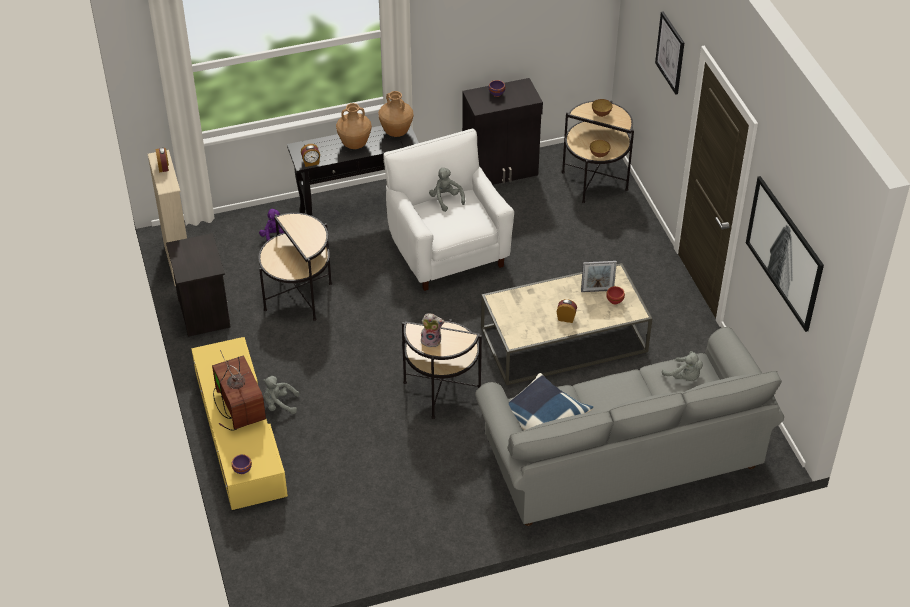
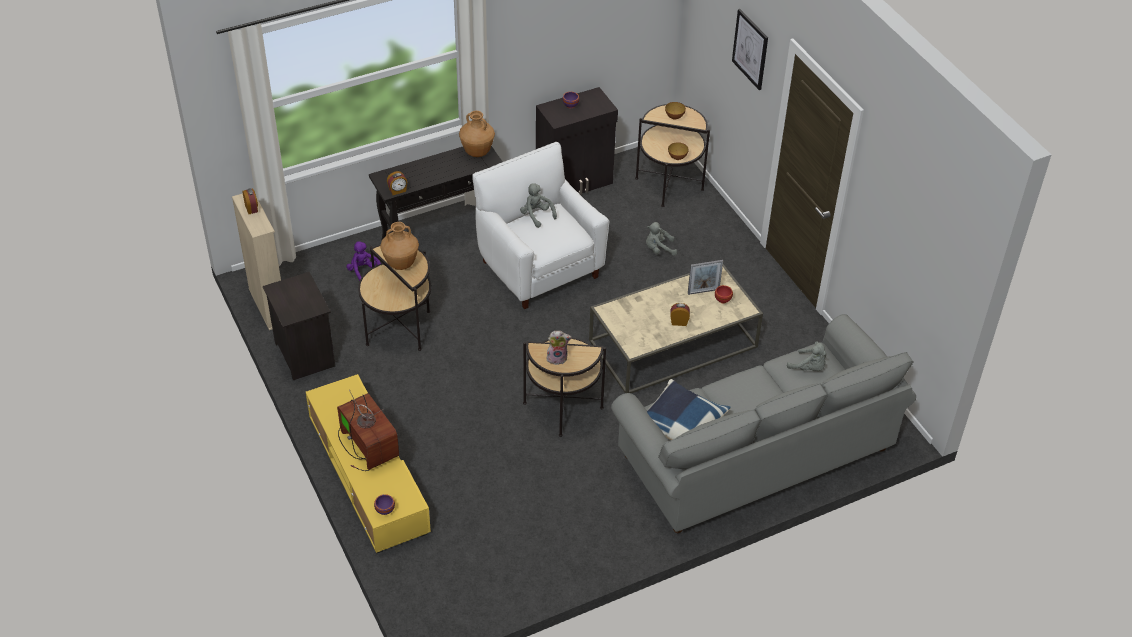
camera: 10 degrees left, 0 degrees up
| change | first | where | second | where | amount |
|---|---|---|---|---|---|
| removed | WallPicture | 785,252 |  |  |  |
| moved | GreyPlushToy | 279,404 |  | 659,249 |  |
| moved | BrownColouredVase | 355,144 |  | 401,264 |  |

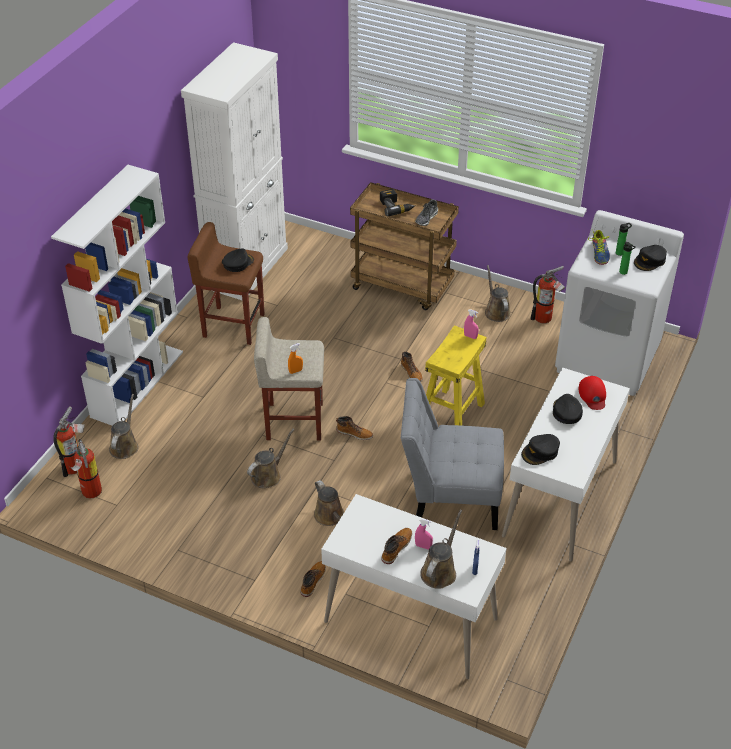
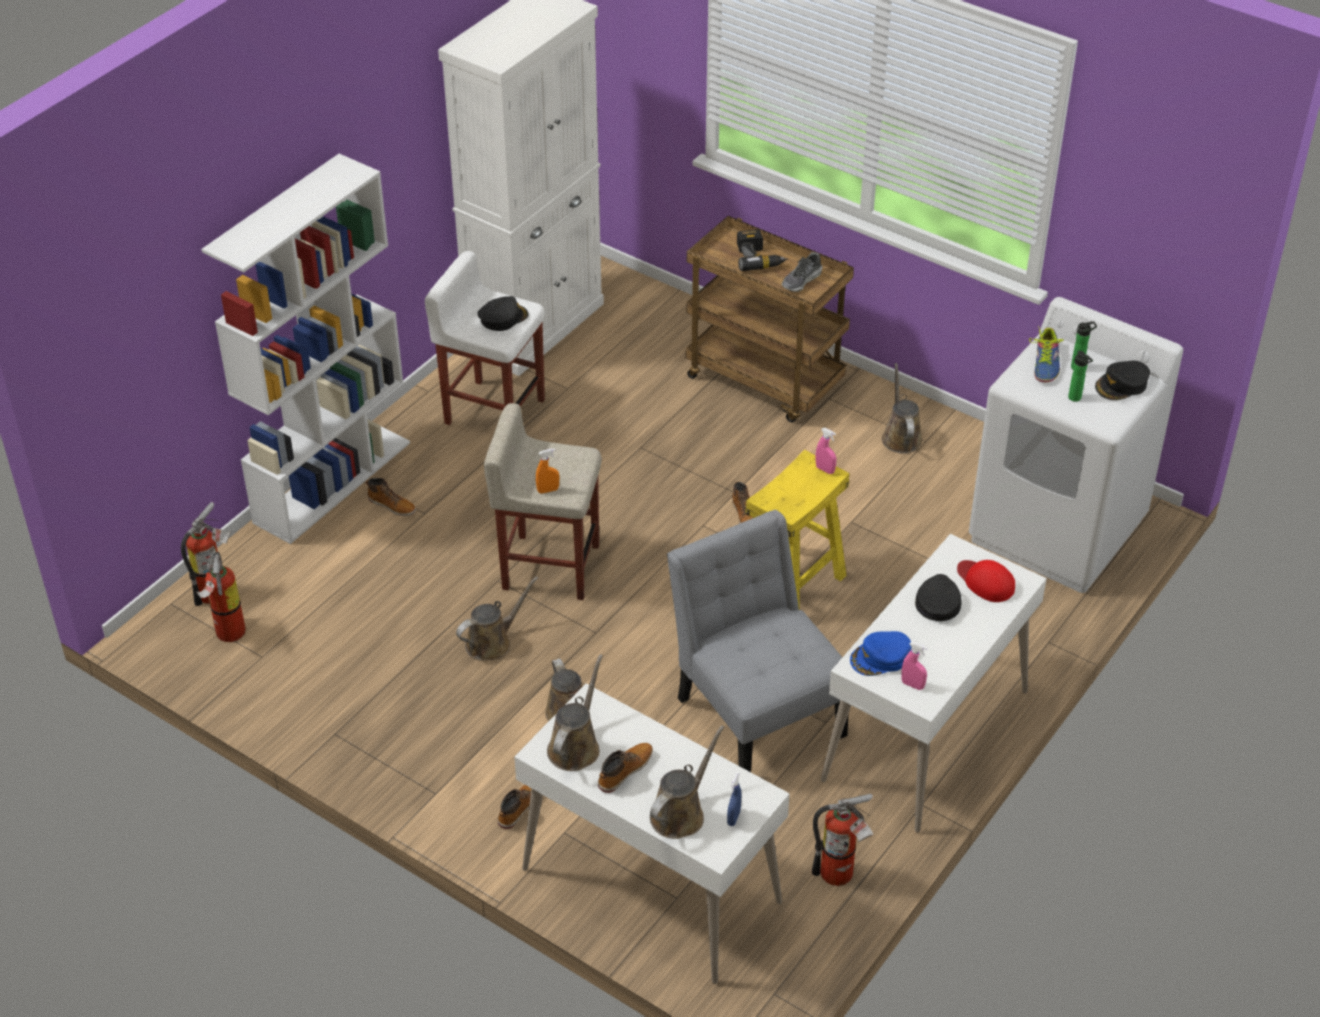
camera: 10 degrees right, 0 degrees up
| change | first | where | second | where | amount |
|---|---|---|---|---|---|
| moved | BrownColouredSprinklingCan | 125,445 |  | 575,746 |  |
| moved | TallBoot | 354,433 |  | 392,505 |  |
| moved | PinkHandSprayer | 423,546 |  | 912,685 |  |
| moved | FireFightingCylinder | 545,318 |  | 841,875 |  |
| recoloured | BrownColouredStoolSeat | 232,325 | WhitishStoolSeat | 493,411 |  |
| recoloured | BlackishBaseballCap | 540,452 | BluishBaseballCap | 880,658 |  |
| turned | GreyChair | 449,496 |  | 757,709 | 45 degrees clockwise |
| turned | RedBaseballCap | 592,395 |  | 985,582 | 135 degrees clockwise |

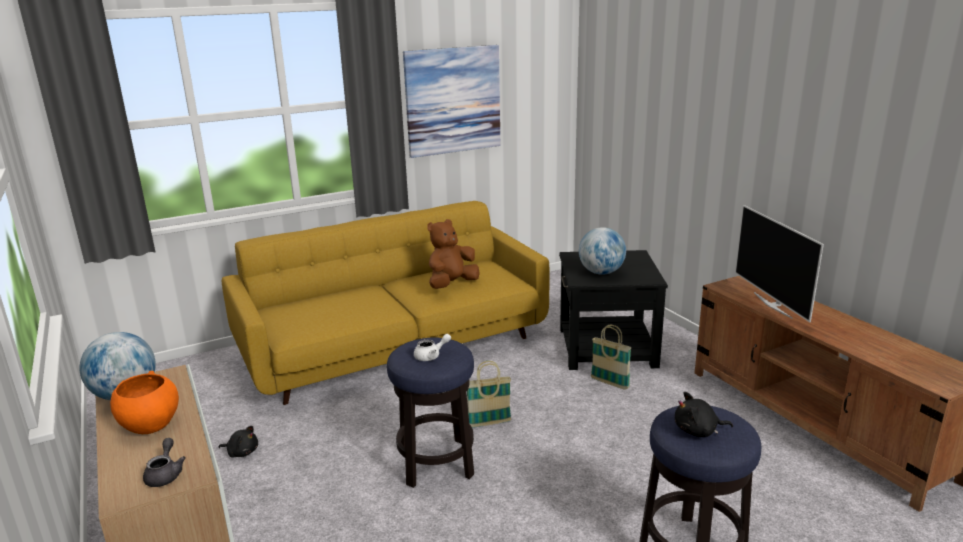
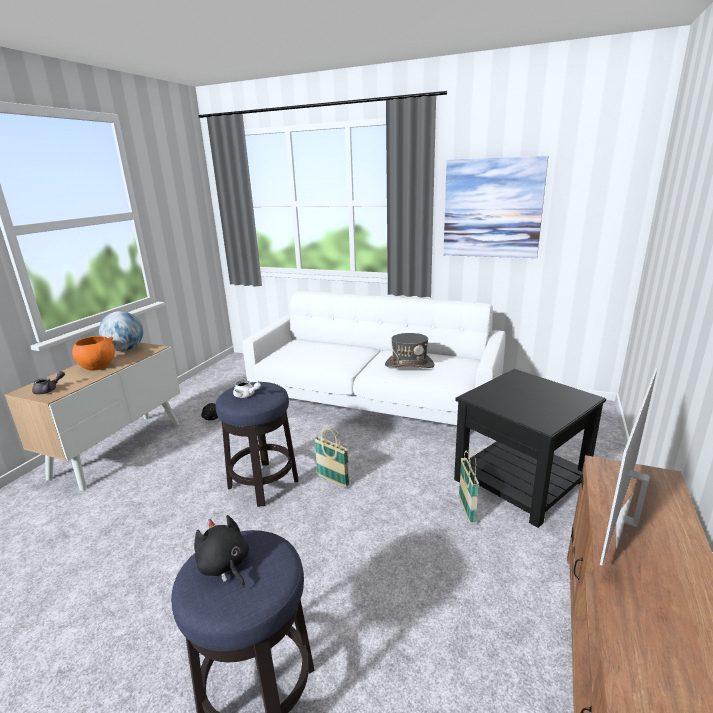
camera: 50 degrees right, 0 degrees up
| change | first | where | second | where | amount |
|---|---|---|---|---|---|
| removed | Globe | 601,272 |  |  |  |
| replaced | BrownColouredPlushToy | 451,284 | GreyWearableHat | 409,365 |  |
| recoloured | YellowSettee | 396,347 | WhitishSettee | 374,400 |  |

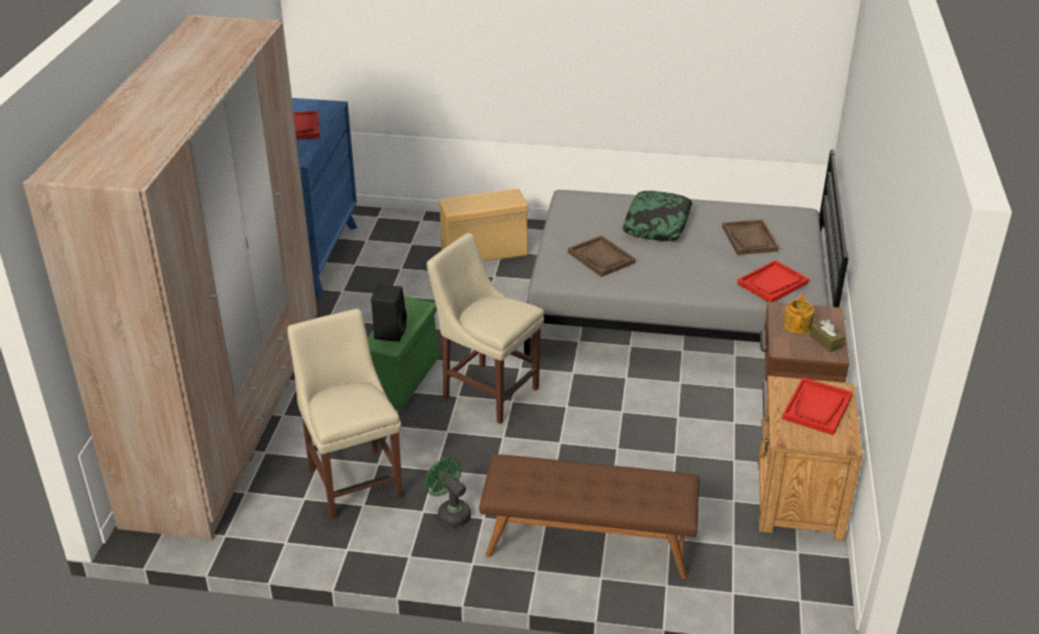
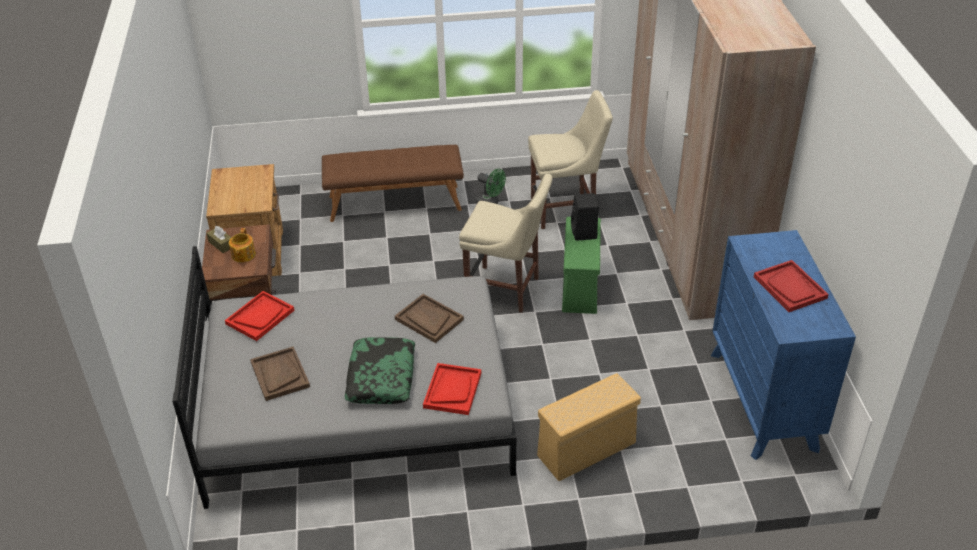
camera: 165 degrees right, 5 degrees up
| change | first | where | second | where | amount |
|---|---|---|---|---|---|
| moved | RedCarryingTray | 817,408 |  | 452,390 |  |
| turned | SandColouredChair | 353,479 |  | 566,210 | 60 degrees counterclockwise |

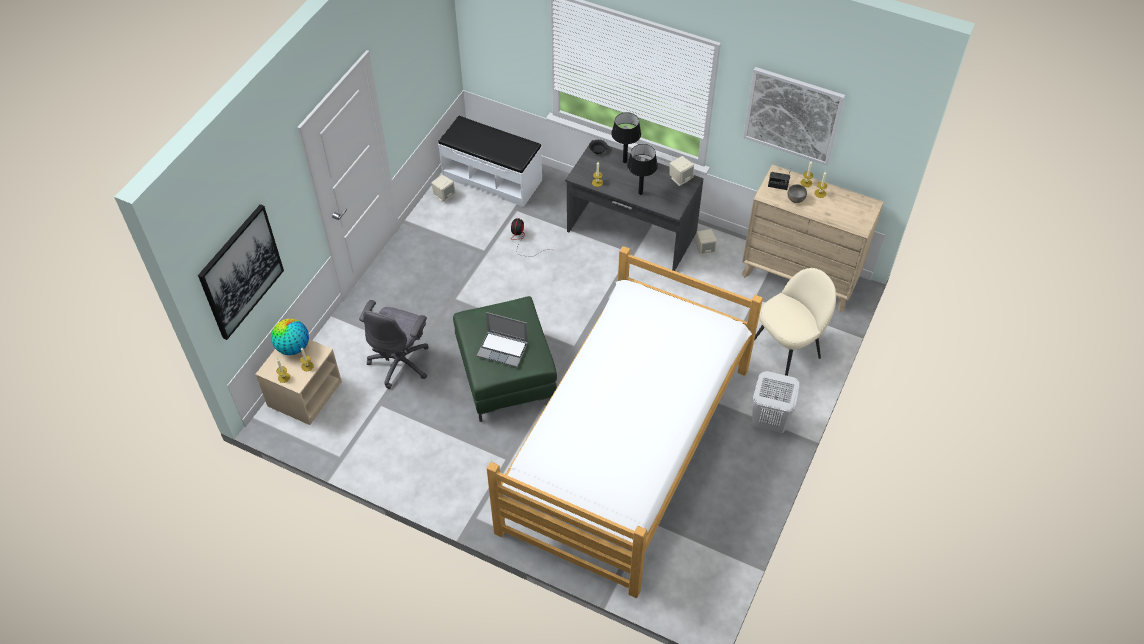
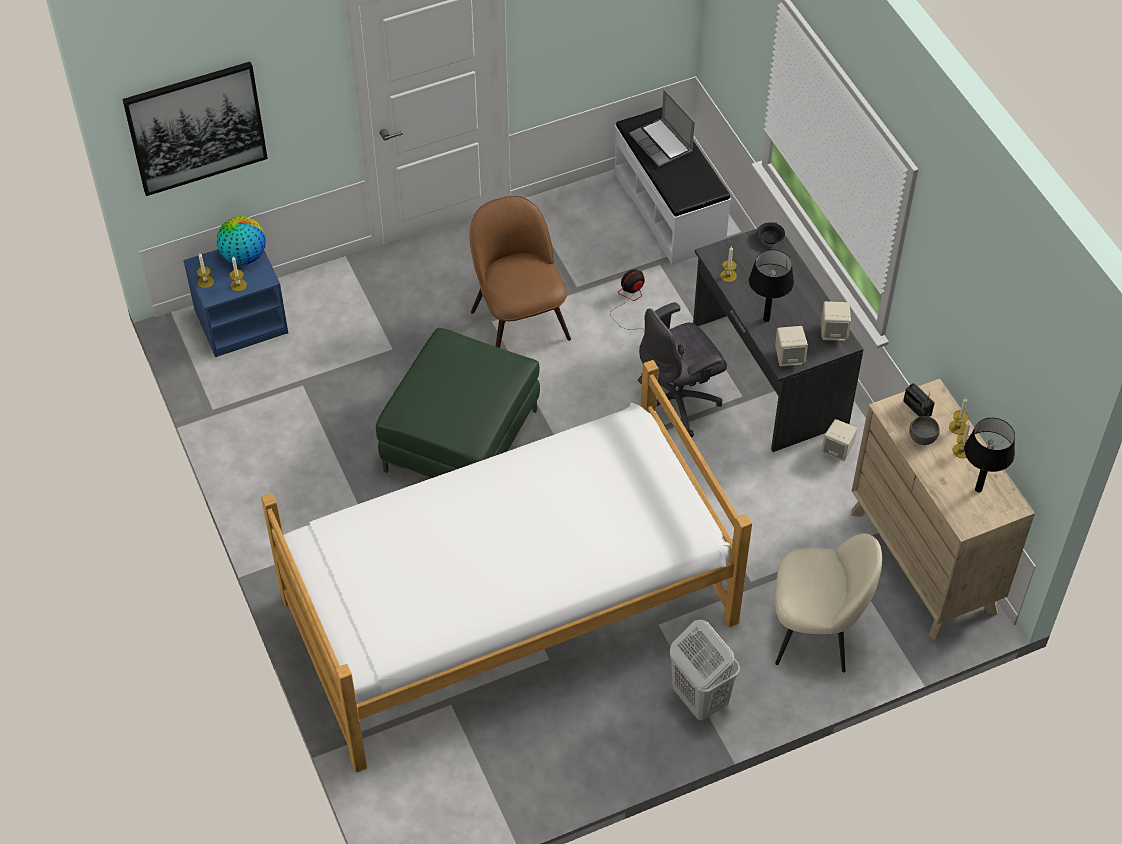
camera: 40 degrees right, 0 degrees up
| change | first | where | second | where | amount |
|---|---|---|---|---|---|
| removed | WallPicture | 792,115 |  |  |  |
| added |  |  | BrownColouredChair | 519,321 |  |
| moved | GreyOfficeChair | 401,362 |  | 677,403 |  |
| moved | SandColouredAudioSpeaker | 444,195 |  | 789,357 |  |
| moved | PortableComputer | 503,349 |  | 662,144 |  |
| moved | BlackishTableLamp | 624,161 |  | 978,489 |  |
| recoloured | SandColouredBedsideTable | 304,393 | BluishBedsideTable | 241,321 |  |

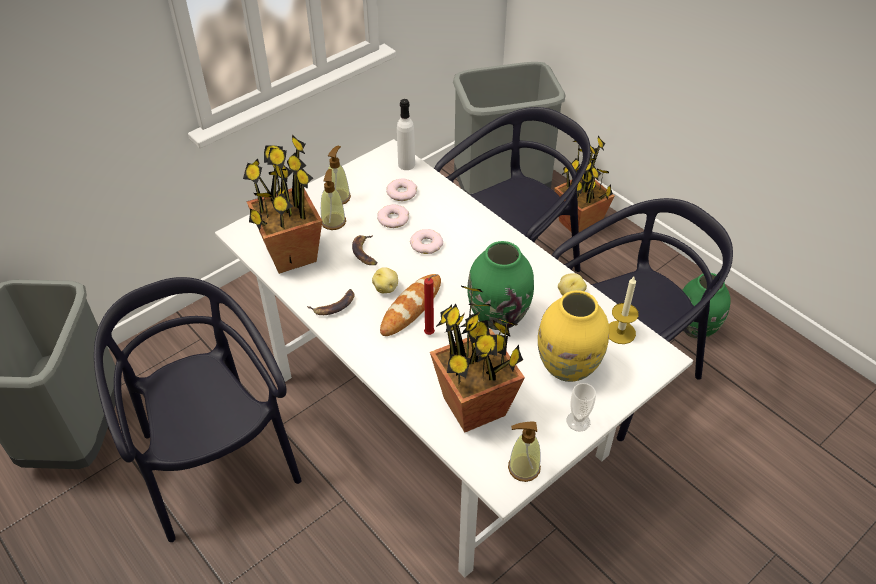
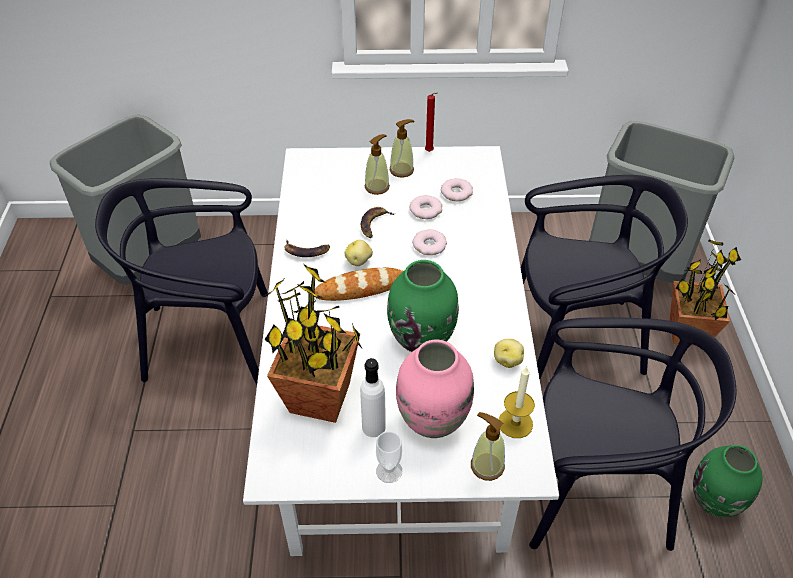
camera: 40 degrees right, 0 degrees up
| change | first | where | second | where | amount |
|---|---|---|---|---|---|
| removed | PottedPlant | 290,255 |  |  |  |
| moved | WhitishBottle | 406,164 |  | 373,427 |  |
| moved | RedCandle | 431,333 |  | 430,152 |  |
| moved | SoapDispenser | 523,468 |  | 487,466 |  |
| recoloured | YellowVase | 568,367 | PinkVase | 433,421 |  |
| turned | BlackishChair | 216,463 |  | 210,340 | 105 degrees counterclockwise |

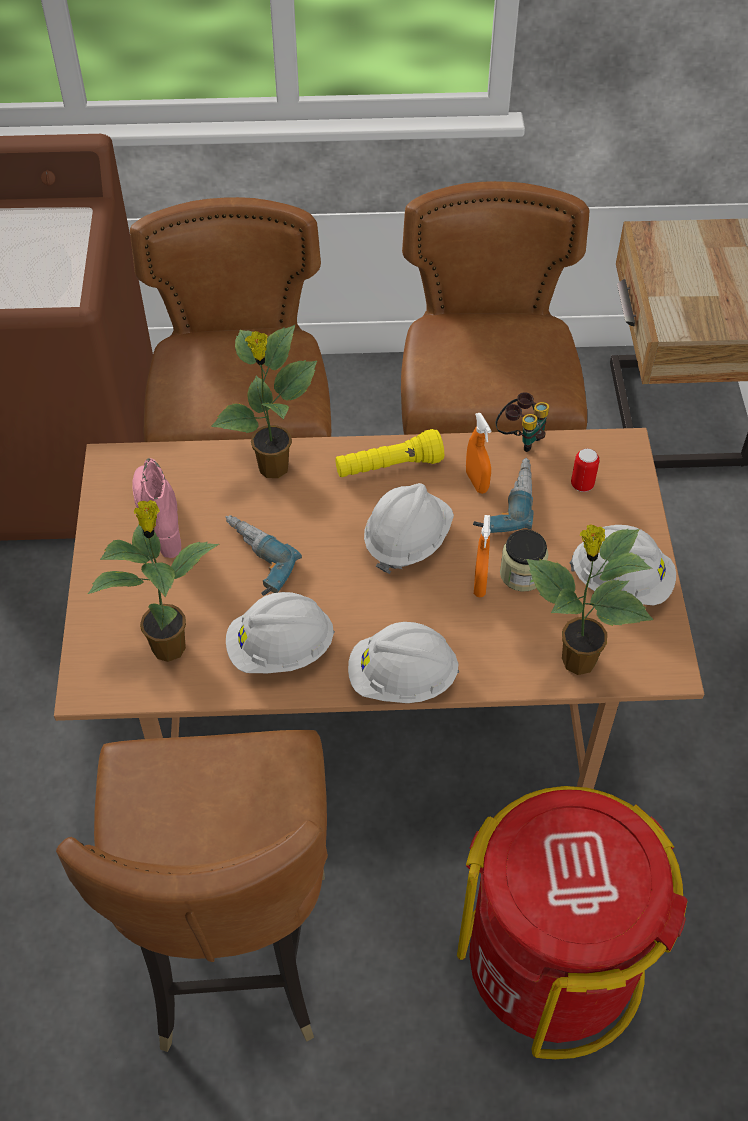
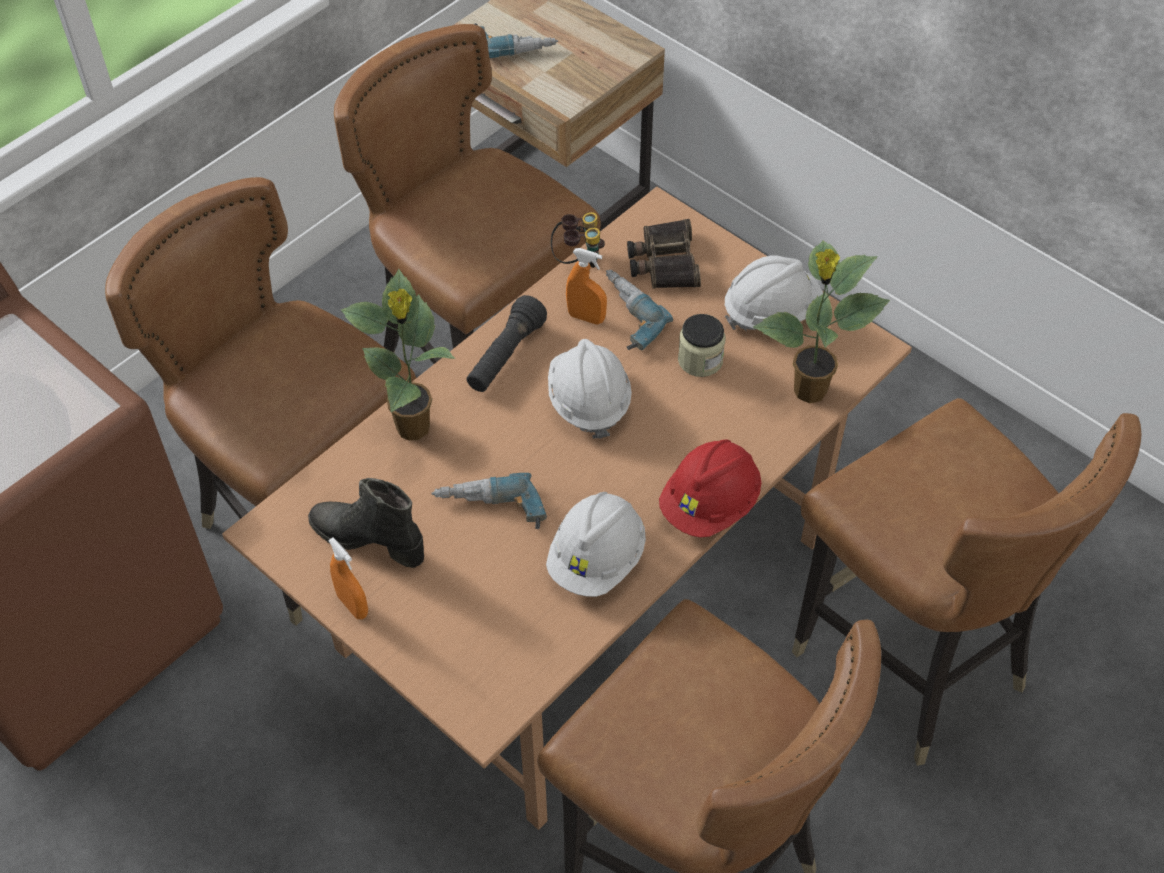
camera: 45 degrees left, 0 degrees up
| change | first | where | second | where | amount |
|---|---|---|---|---|---|
| removed | PottedPlant | 169,645 |  |  |  |
| added |  |  | PowerDrill | 513,44 |  |
| moved | OrangeColouredHandSprayer | 480,583 |  | 353,605 |  |
| replaced | RedWasteBin | 552,963 | BrownColouredChair | 908,661 |  |
| replaced | SealedCan | 582,485 | Binoculars | 663,262 |  |
| recoloured | PinkTallBoot | 160,517 | BlackishTallBoot | 368,540 |  |
| recoloured | YellowTorch | 389,467 | BlackishTorch | 505,356 |  |
| recoloured | WhitishSafetyHelmet | 402,679 | RedSafetyHelmet | 710,504 |  |

